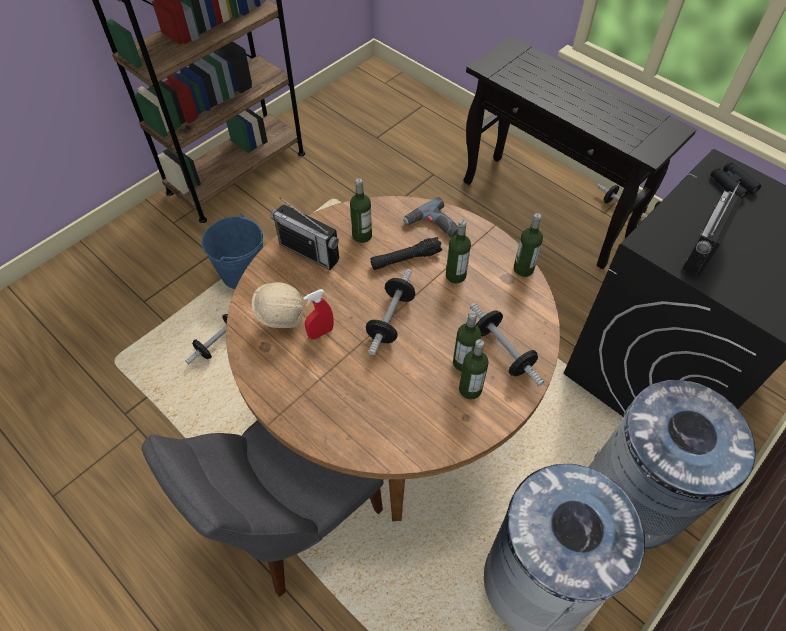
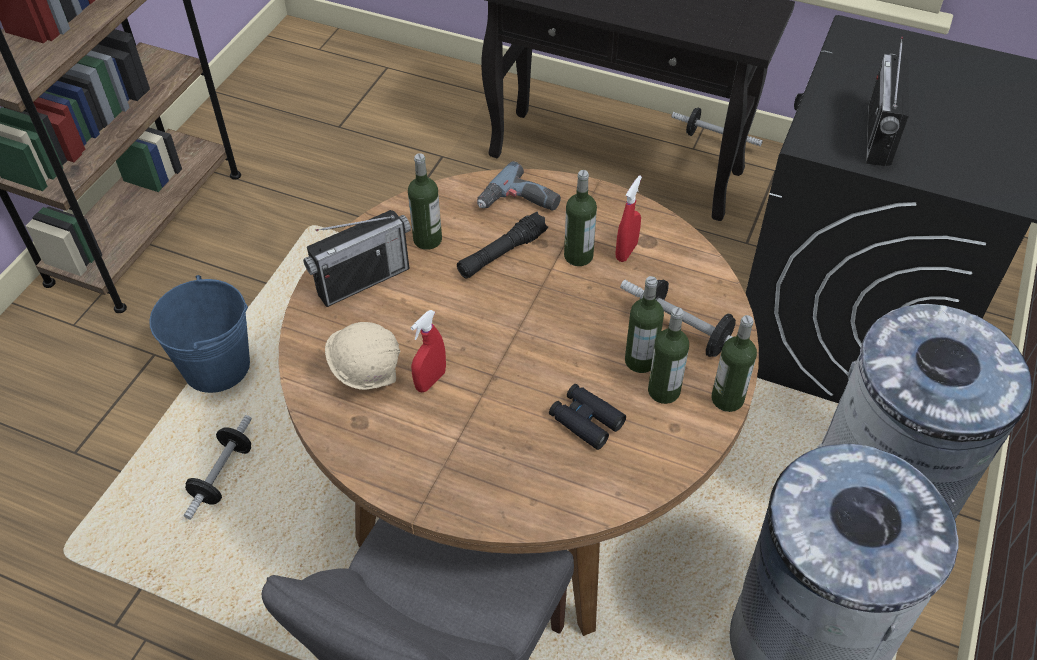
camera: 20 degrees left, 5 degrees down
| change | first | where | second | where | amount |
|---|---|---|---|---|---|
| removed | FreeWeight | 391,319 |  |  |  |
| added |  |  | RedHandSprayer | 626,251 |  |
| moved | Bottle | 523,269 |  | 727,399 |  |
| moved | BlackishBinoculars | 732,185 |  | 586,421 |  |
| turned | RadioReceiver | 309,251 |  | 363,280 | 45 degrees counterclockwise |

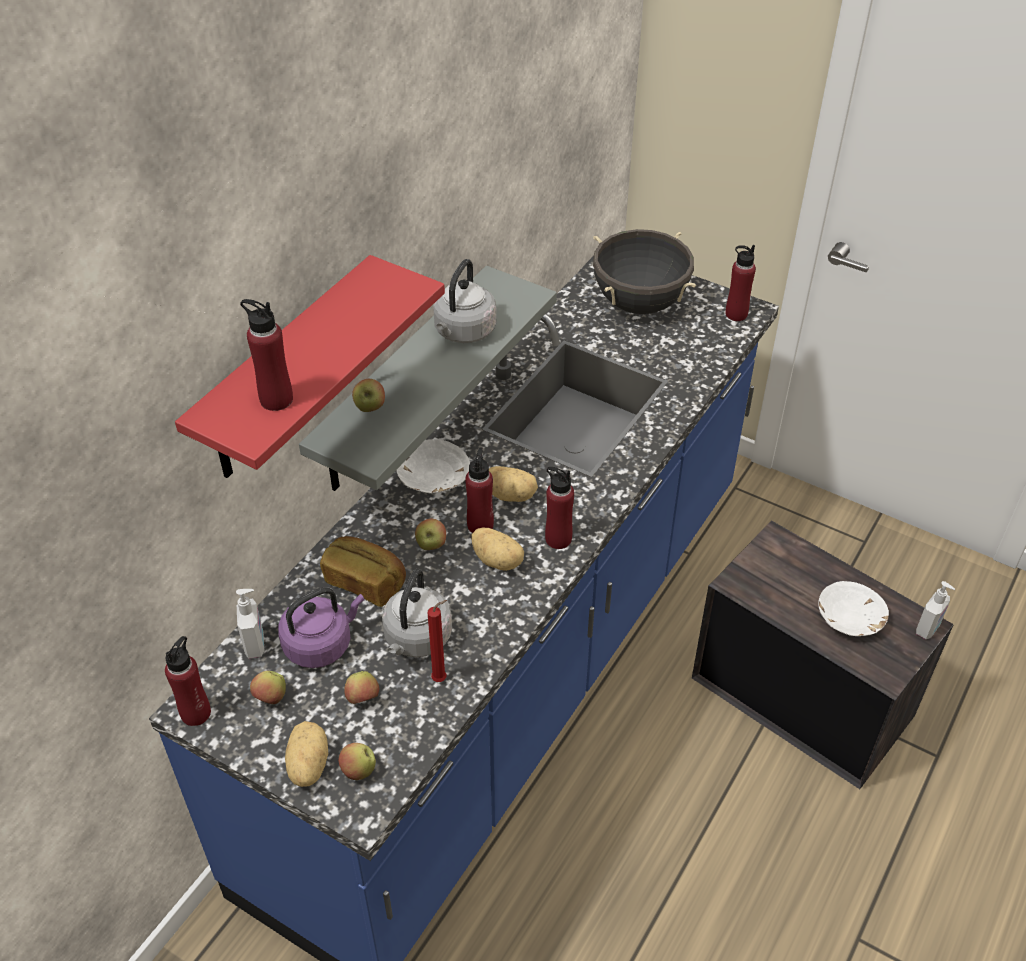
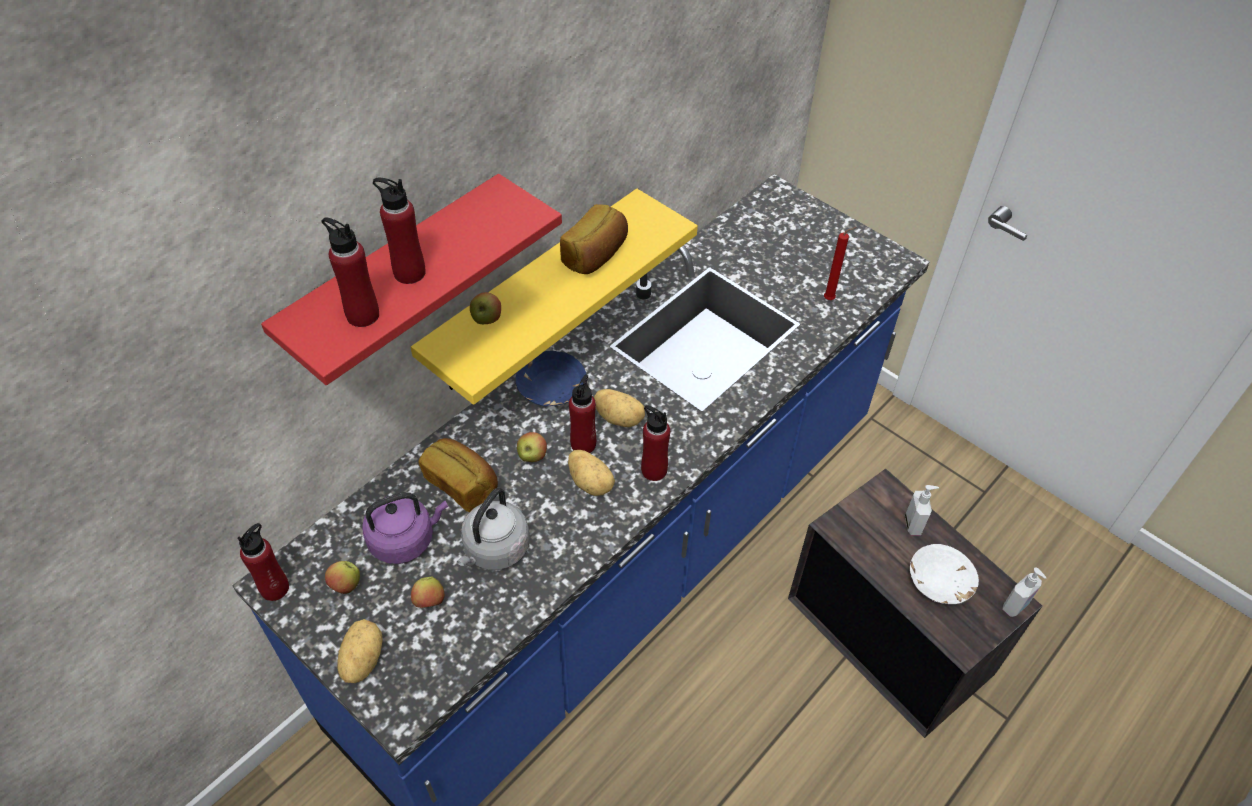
camera: 10 degrees right, 5 degrees up
| change | first | where | second | where | amount |
|---|---|---|---|---|---|
| removed | Apple | 358,771 |  |  |  |
| removed | BlackishCookingPot | 639,303 |  |  |  |
| moved | SoapDispenser | 255,644 |  | 914,524 |  |
| moved | RedCandle | 441,679 |  | 830,299 |  |
| moved | RedBottle | 736,314 |  | 409,272 |  |
| replaced | GreyTeaKettle | 463,332 | Bread | 596,255 |  |
| recoloured | GreyWallShelf | 402,382 | YellowWallShelf | 533,293 |  |
| recoloured | WhitishServingBowl | 433,478 | BluishServingBowl | 551,389 |  |

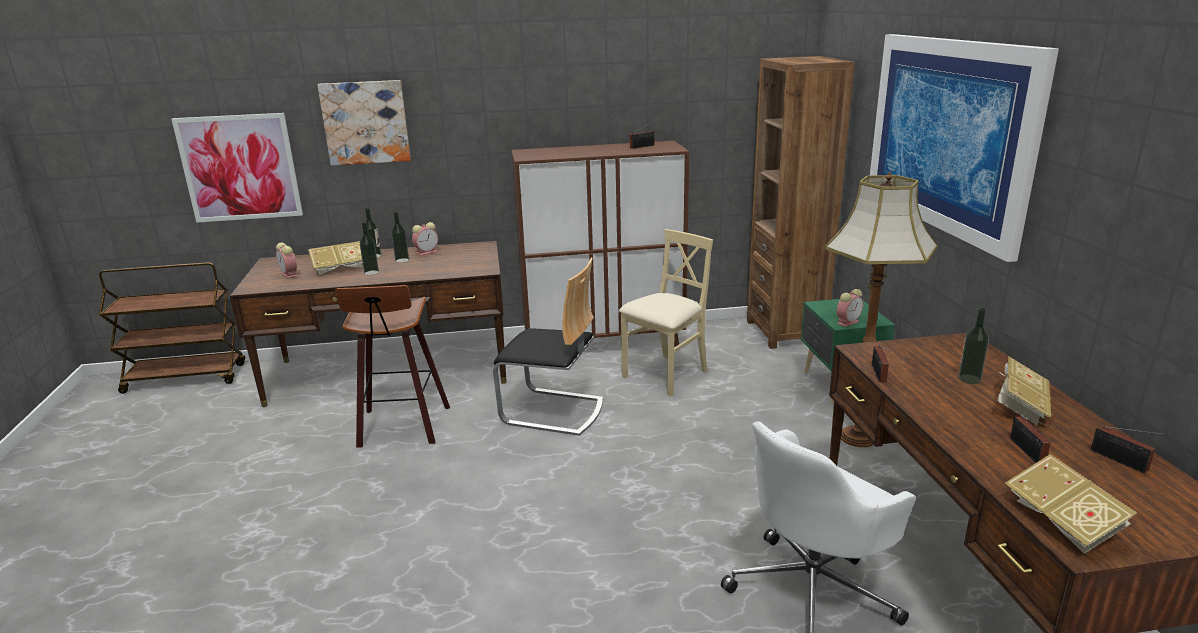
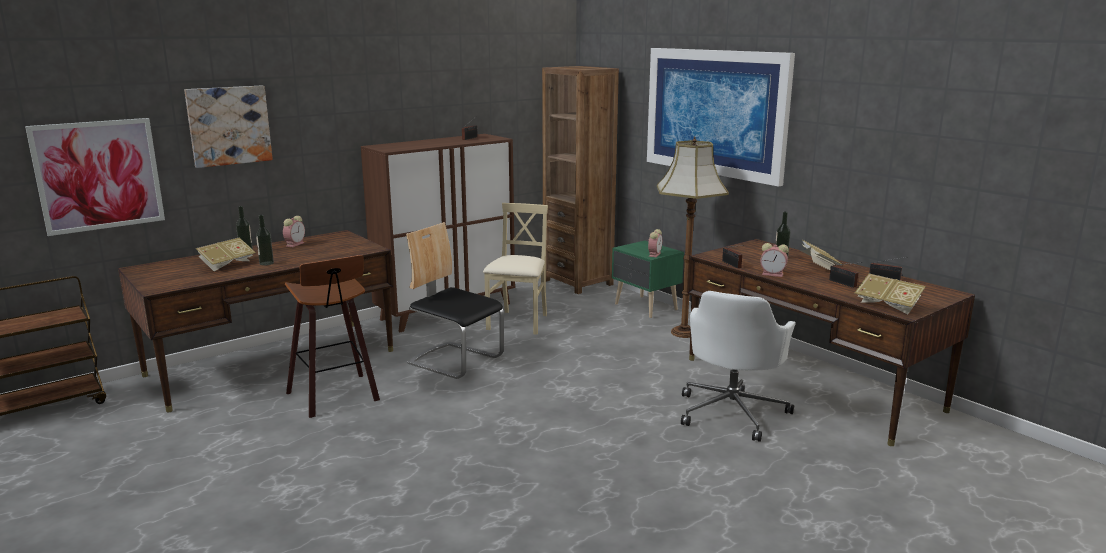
camera: 30 degrees left, 5 degrees down
| change | first | where | second | where | amount |
|---|---|---|---|---|---|
| removed | Bottle | 402,260 |  |  |  |
| moved | BedsideClock | 290,275 |  | 773,274 |  |
| turned | Chair | 553,411 |  | 455,360 | 135 degrees counterclockwise |

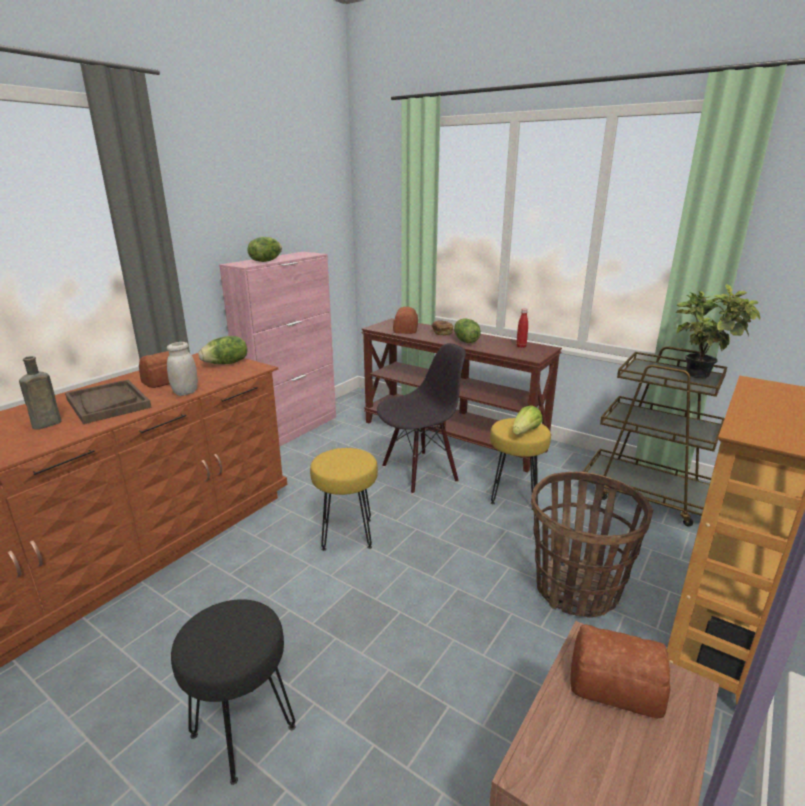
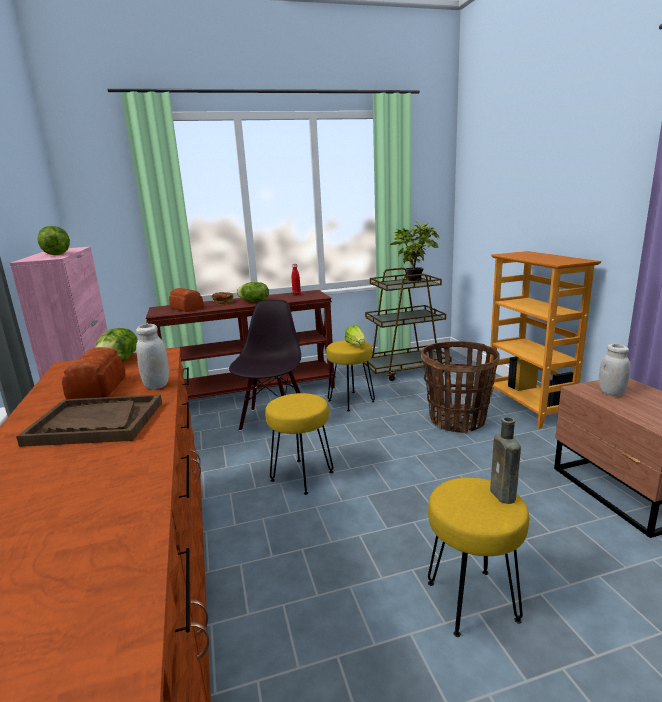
camera: 50 degrees left, 5 degrees down
| change | first | where | second | where | amount |
|---|---|---|---|---|---|
| moved | BrownColouredBottle | 45,425 |  | 504,496 |  |
| replaced | Bread | 613,681 | WhitishJar | 611,393 |  |
| recoloured | BlackishStoolSeat | 242,731 | YellowStoolSeat | 471,602 |  |

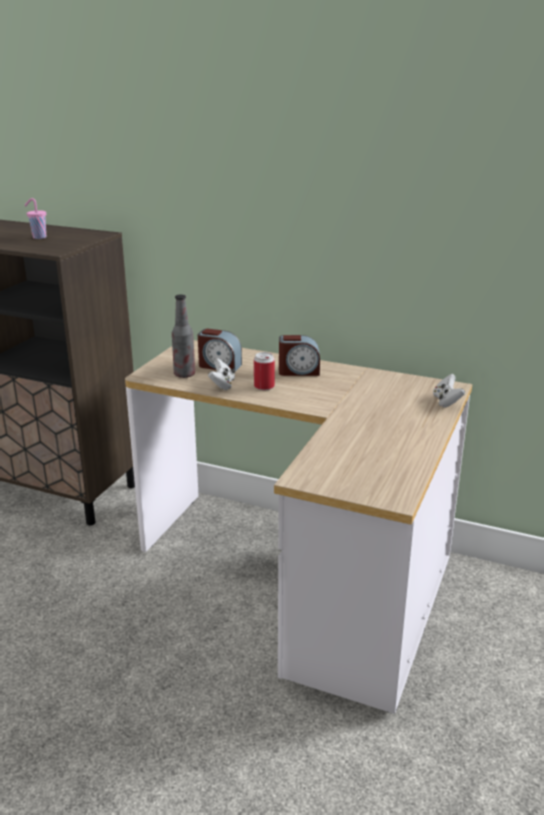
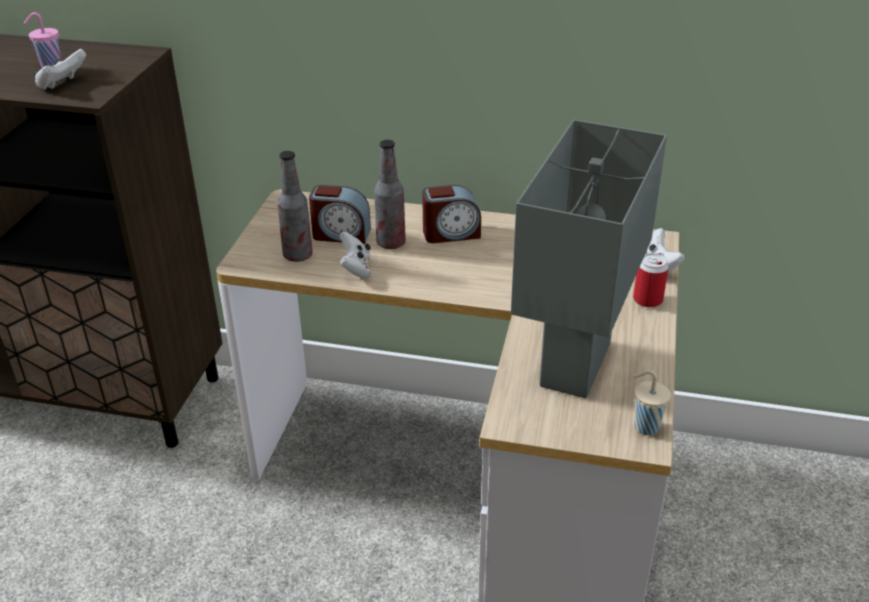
camera: 10 degrees left, 10 degrees up
| change | first | where | second | where | amount |
|---|---|---|---|---|---|
| added |  |  | WhitishGameController | 62,84 |  |
| added |  |  | Bottle | 391,243 |  |
| added |  |  | GreyTableLamp | 575,365 |  |
| added |  |  | SandColouredDrinkingCup | 644,426 |  |
| moved | SealedCan | 264,386 |  | 647,300 |  |

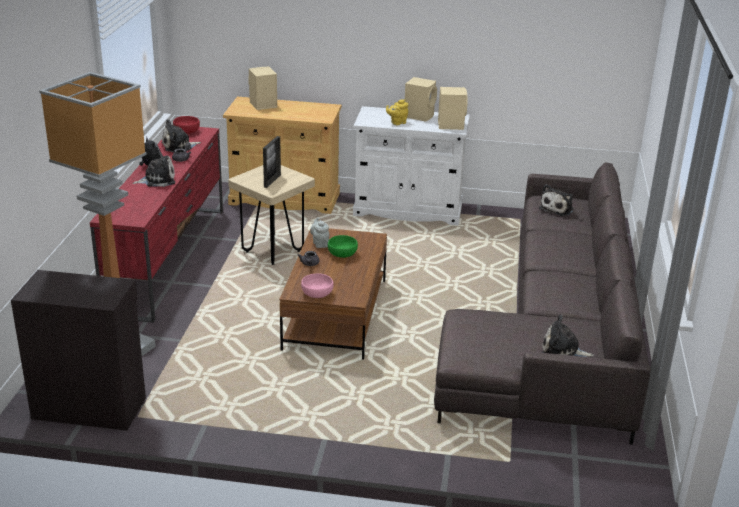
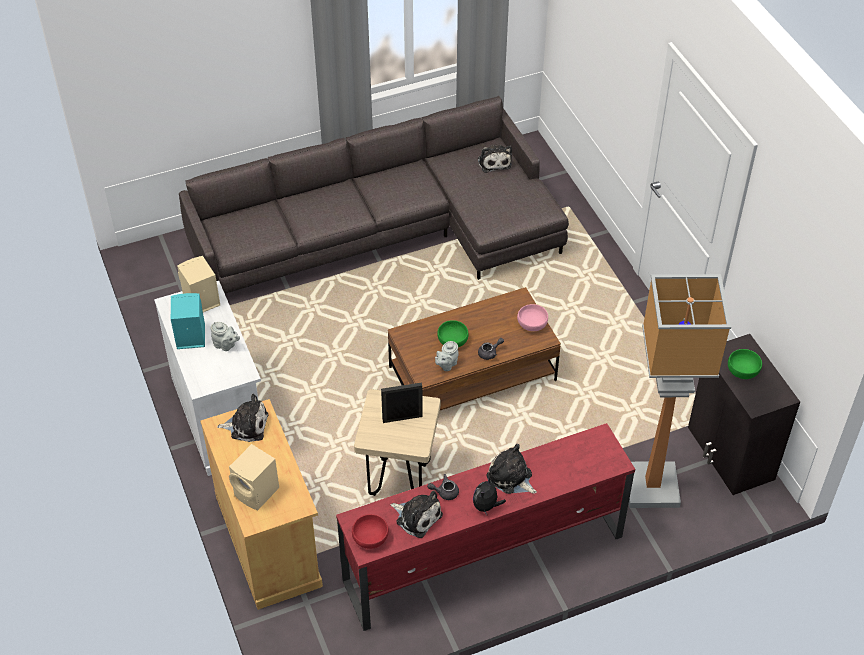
camera: 120 degrees left, 20 degrees up
| change | first | where | second | where | amount |
|---|---|---|---|---|---|
| added |  |  | GreenishServingBowl | 743,371 |  |
| moved | PlushToy | 557,209 |  | 246,425 |  |
| recoloured | YellowTeaPot | 397,123 | GreyTeaPot | 226,345 |  |
| recoloured | SandColouredAudioSpeaker | 419,116 | TurquoiseAudioSpeaker | 189,336 |  |

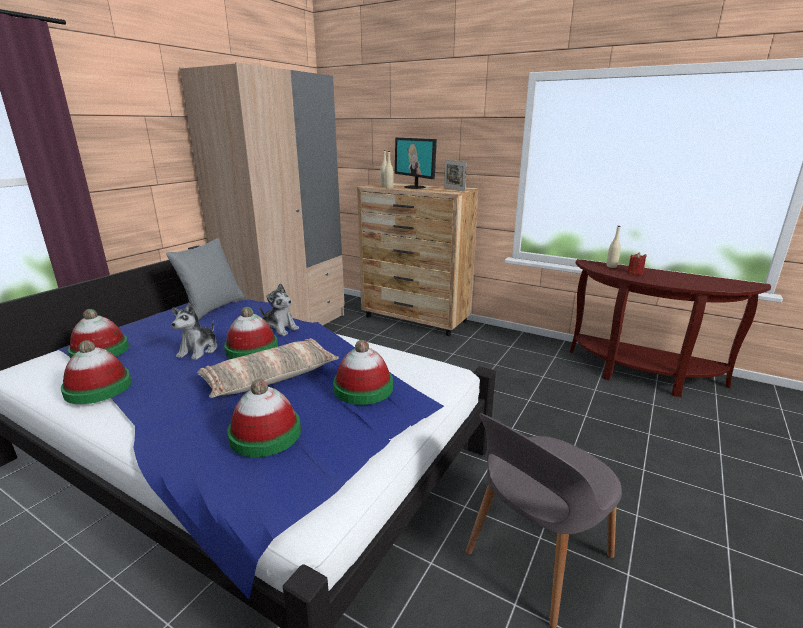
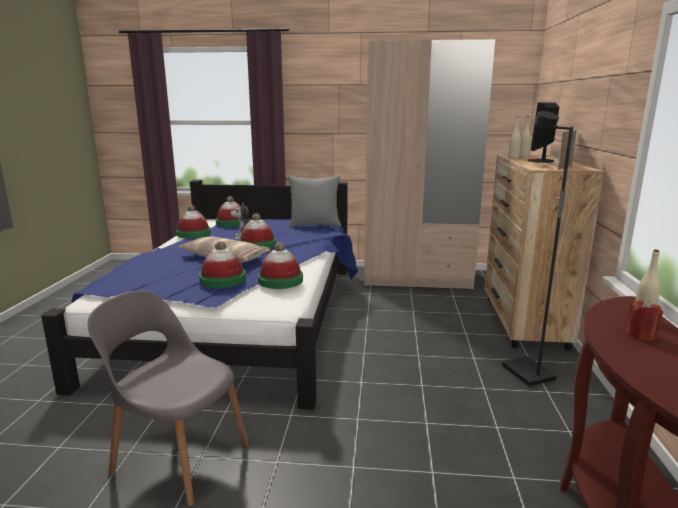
camera: 65 degrees right, 5 degrees down
| change | first | where | second | where | amount |
|---|---|---|---|---|---|
| removed | PlushToy | 279,329 |  |  |  |
| added |  |  | BlackishFloorLamp | 526,373 |  |
| moved | WearableHat | 265,434 |  | 280,280 |  |

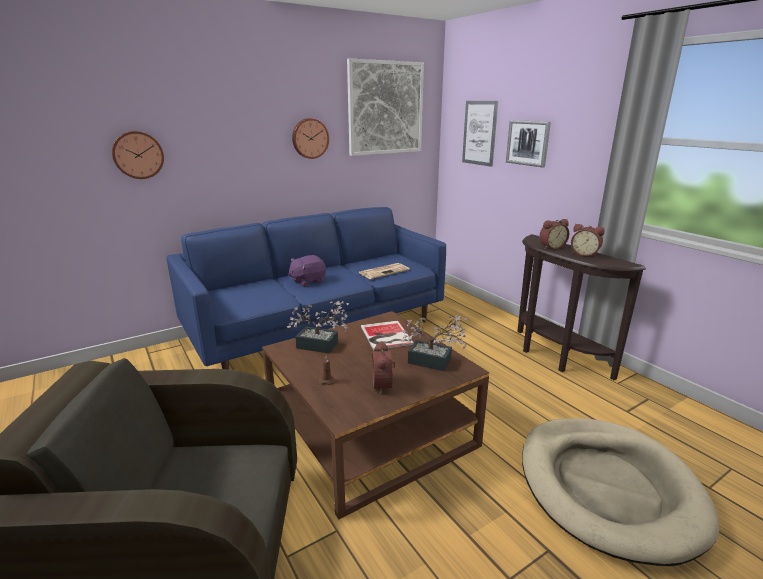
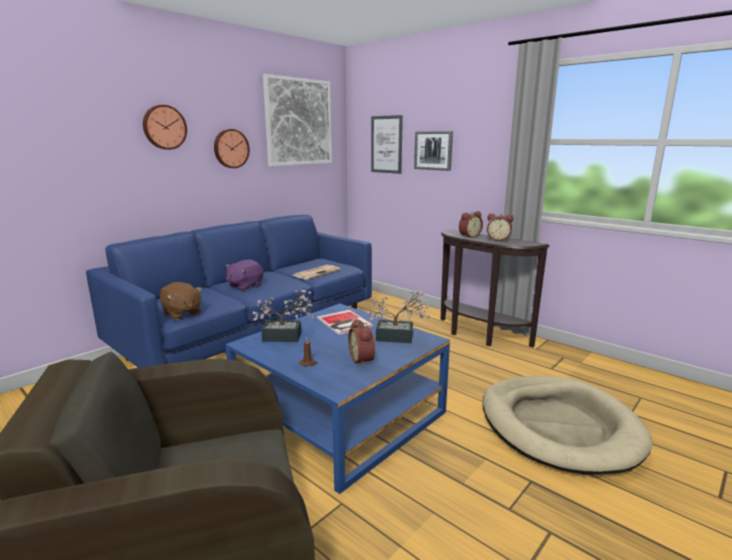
camera: 15 degrees left, 5 degrees down
| change | first | where | second | where | amount |
|---|---|---|---|---|---|
| added |  |  | BrownColouredPlushToy | 182,313 |  |
| moved | HangingClock | 138,155 |  | 164,127 |  |
| recoloured | BrownColouredLoungeTable | 370,430 | BluishLoungeTable | 340,415 |  |

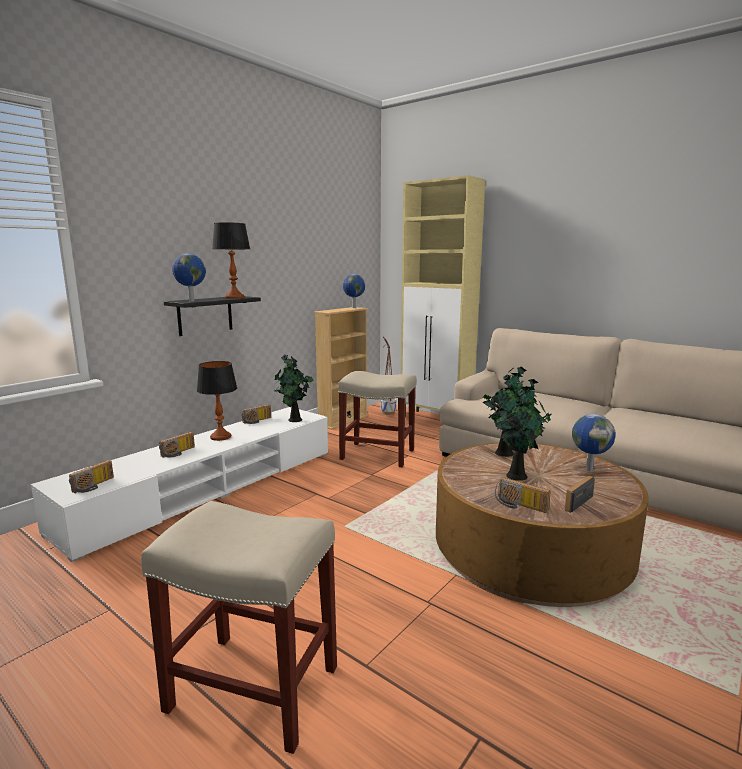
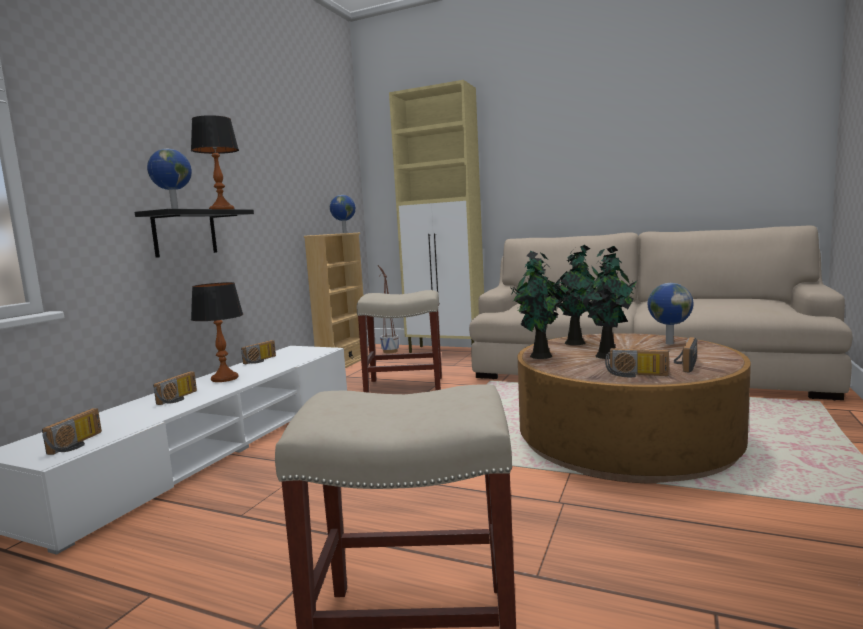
camera: 15 degrees left, 5 degrees down
| change | first | where | second | where | amount |
|---|---|---|---|---|---|
| moved | PottedPlant | 294,420 |  | 541,356 |  |

